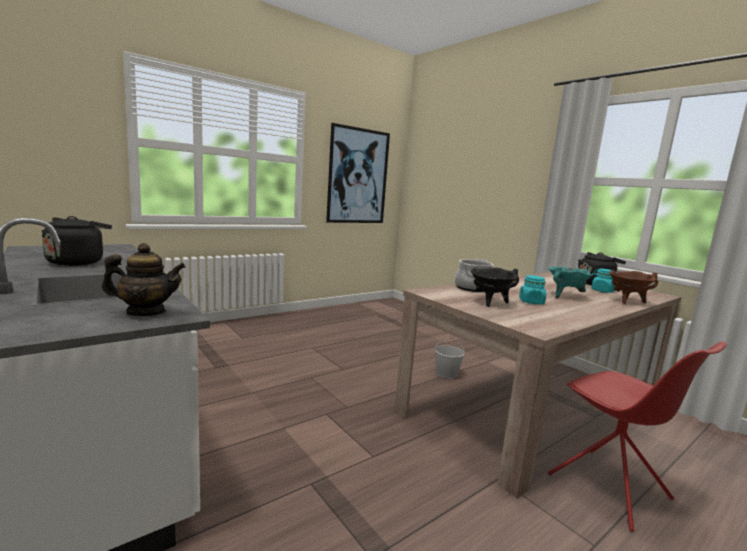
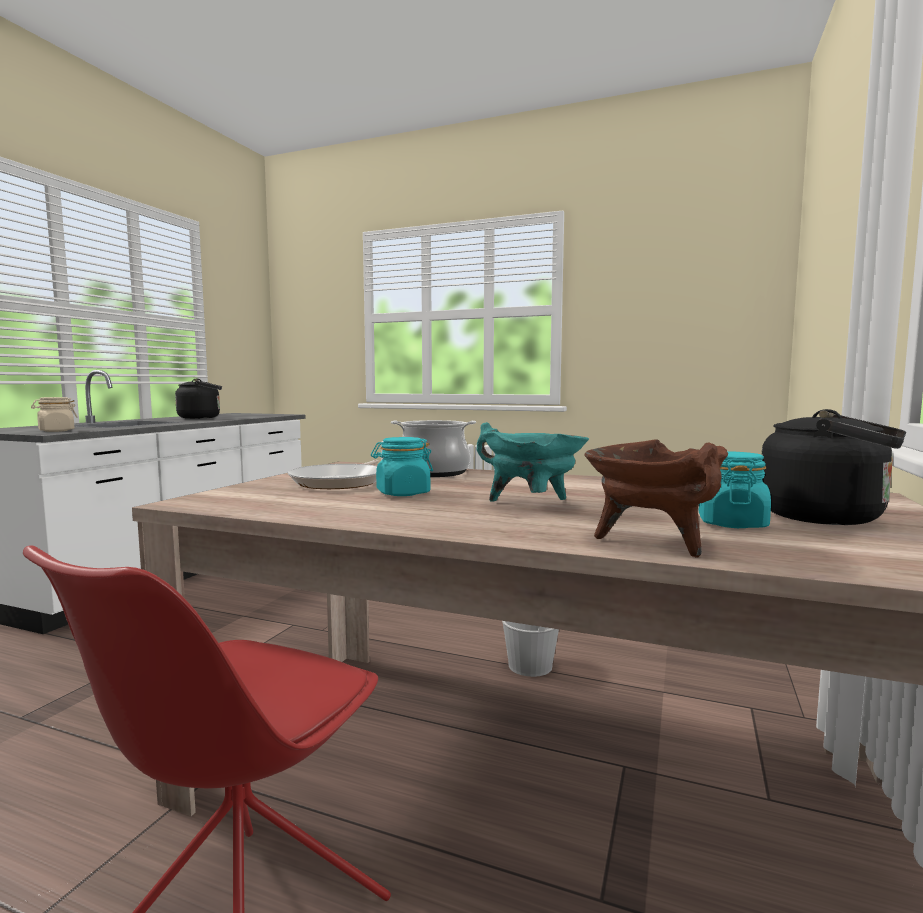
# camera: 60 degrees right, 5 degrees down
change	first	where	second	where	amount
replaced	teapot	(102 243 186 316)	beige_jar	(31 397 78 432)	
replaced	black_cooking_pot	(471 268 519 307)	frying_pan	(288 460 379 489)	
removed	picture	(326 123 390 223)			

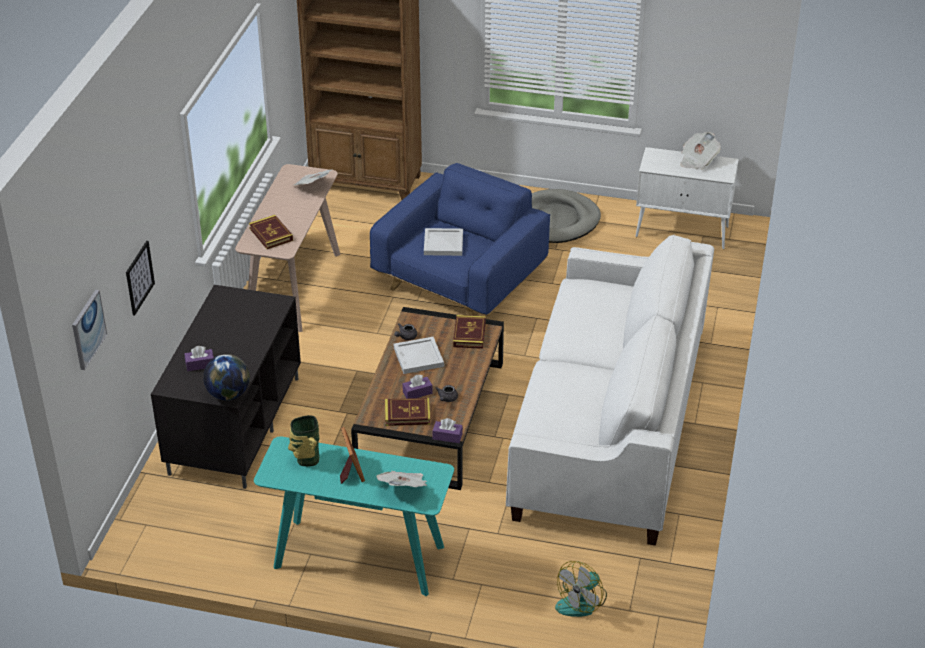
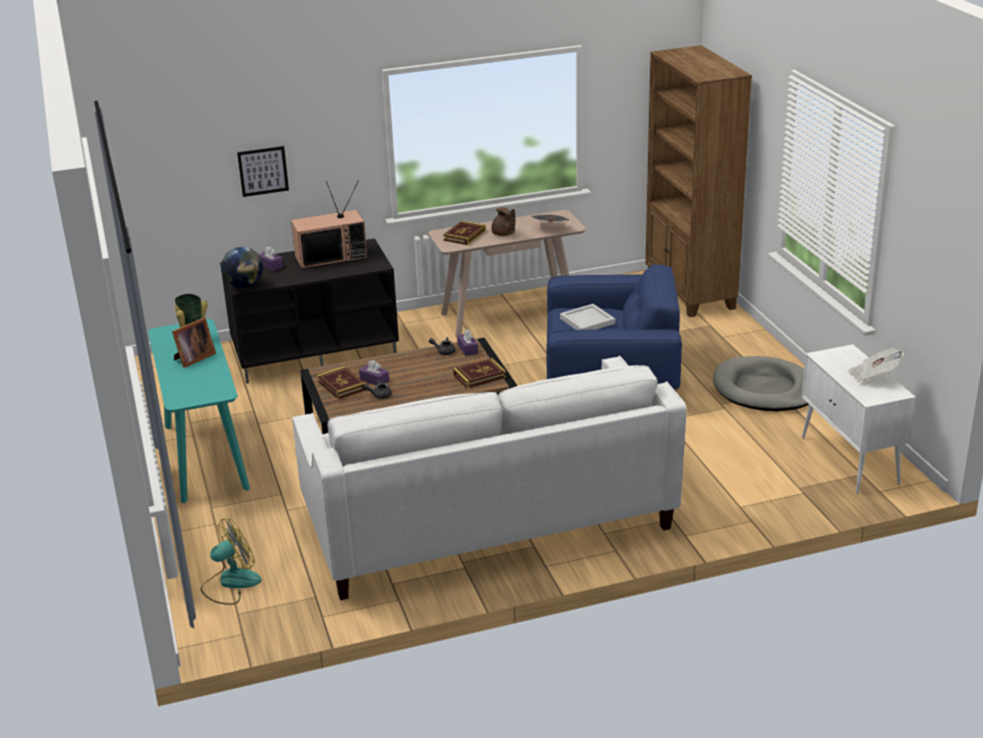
# camera: 60 degrees right, 10 degrees down
change	first	where	second	where	amount
turned	fan	(555 561 607 617)		(201 518 261 605)	135 degrees clockwise
added			television	(291 181 367 269)	
moved	purple_tissue_box	(432 418 463 443)		(457 329 478 356)	
added			brown_teapot	(491 207 516 236)	
removed	picture	(72 290 107 370)			
removed	newspaper	(377 471 427 487)			
removed	white_tray	(394 337 444 374)			

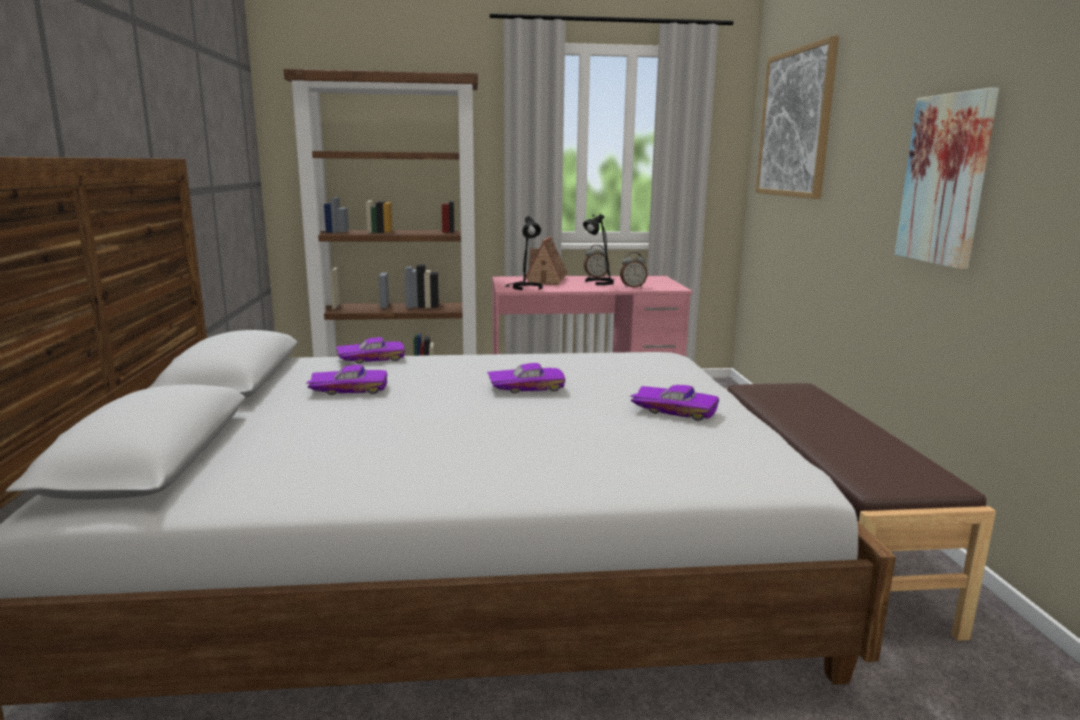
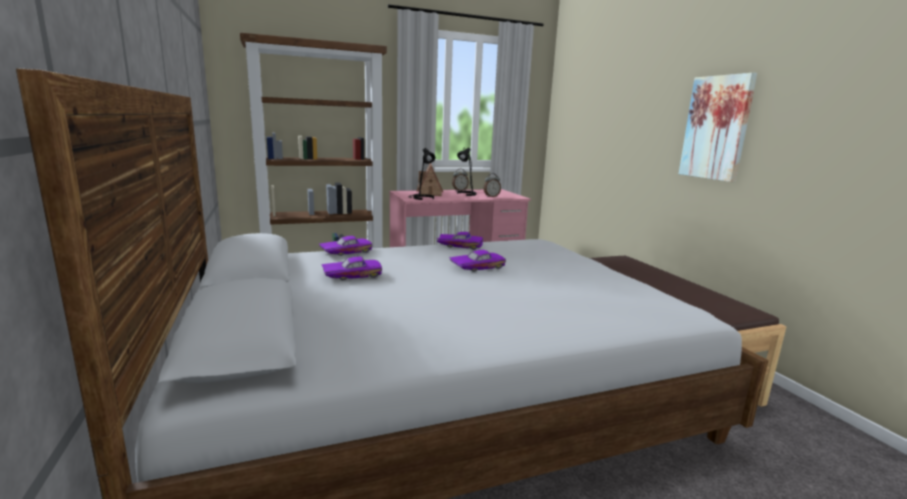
# camera: 15 degrees left, 0 degrees up
change	first	where	second	where	amount
moved	purple_toy_car	(630 385 719 421)		(437 232 483 250)	
removed	picture	(756 36 839 199)			

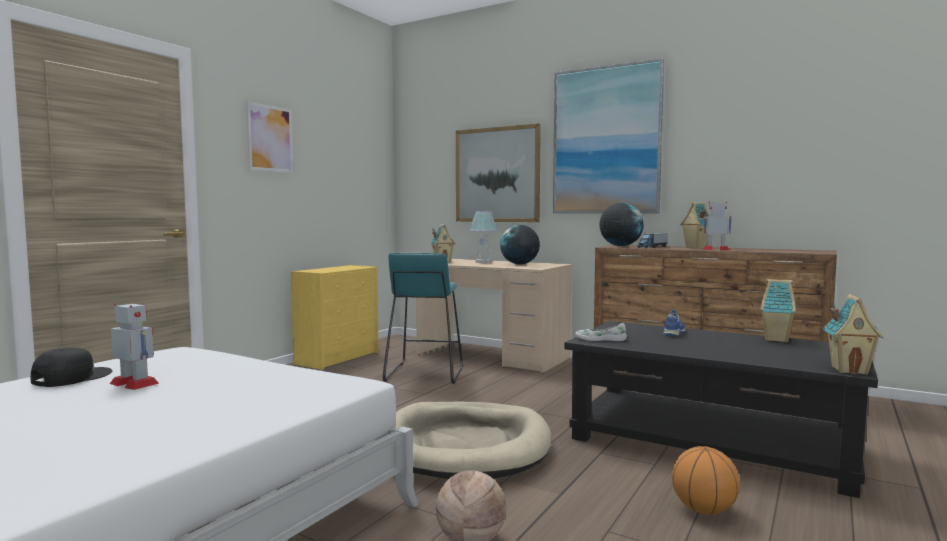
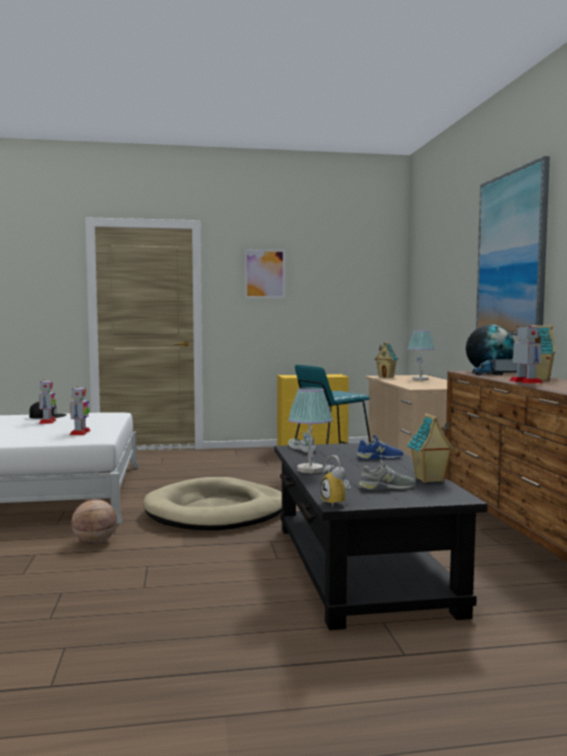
# camera: 50 degrees right, 0 degrees up
change	first	where	second	where	amount
added			toy_robot	(70 386 91 435)	
added			table_lamp	(288 387 333 473)	
replaced	toy_house	(823 294 884 375)	alarm_clock	(320 455 351 507)	
added			grey_shoe	(358 460 416 490)	
removed	picture	(456 124 541 222)			
removed	globe	(500 225 540 264)			
removed	basketball	(672 446 740 514)			

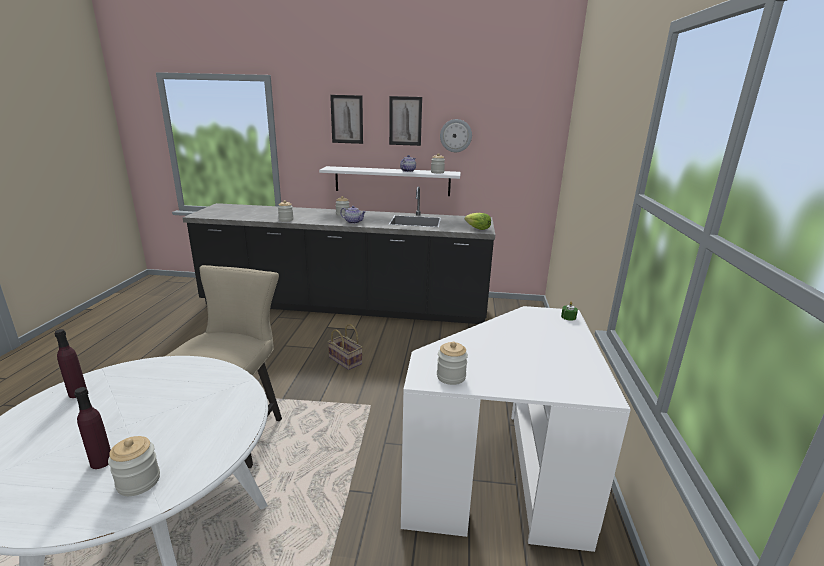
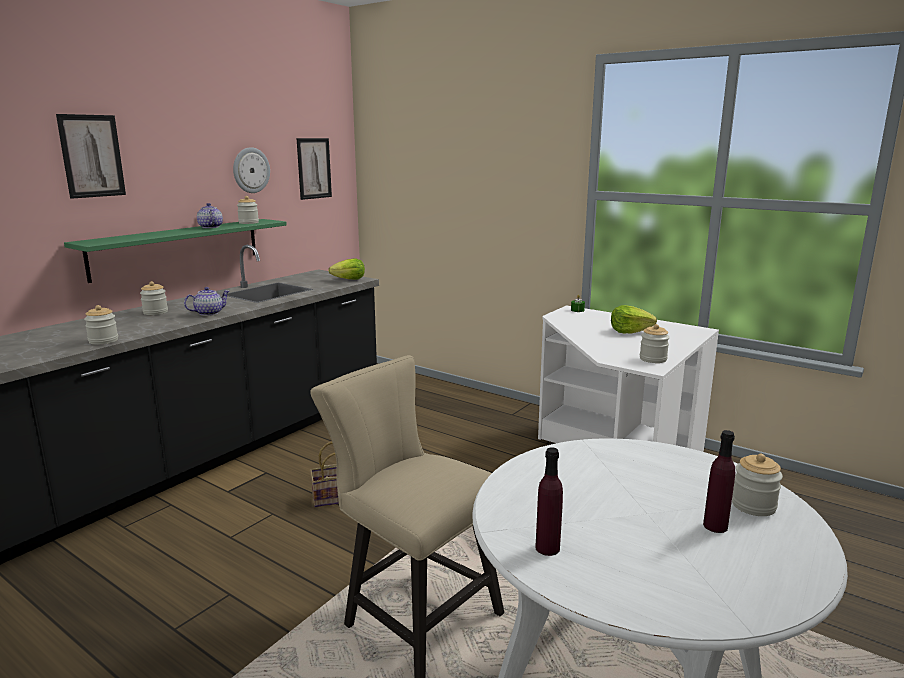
# camera: 60 degrees left, 5 degrees down
change	first	where	second	where	amount
recoloured	white_shelf	(319 166 461 196)	green_shelf	(64 219 287 283)	
moved	picture	(389 96 422 146)		(297 138 332 200)	
added			lettuce	(611 305 657 334)	

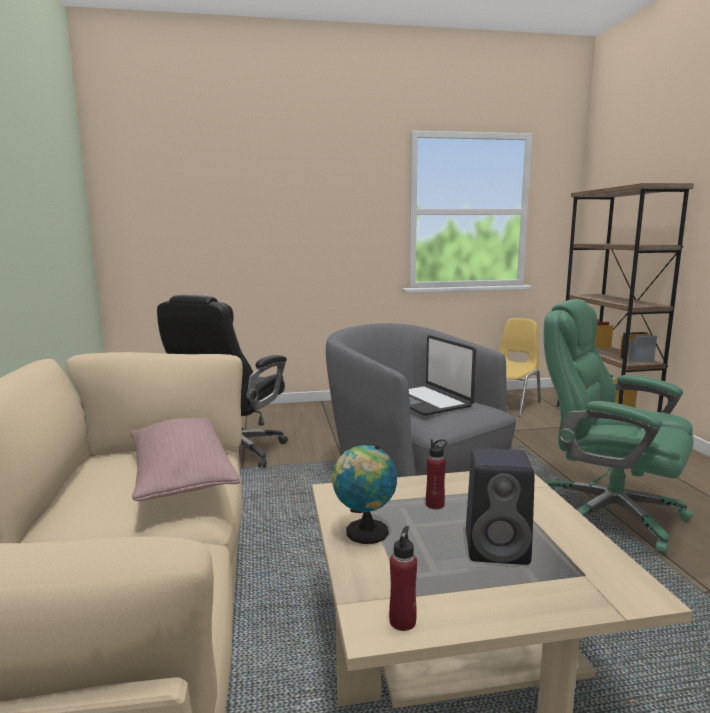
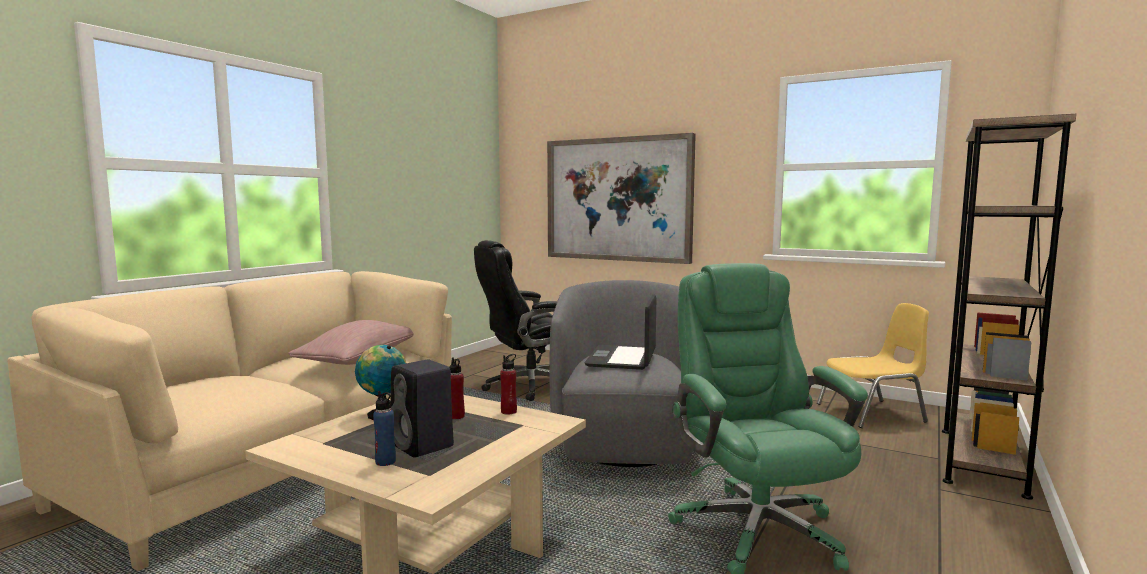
# camera: 40 degrees right, 5 degrees down
change	first	where	second	where	amount
added			blue_bottle	(373 391 396 466)	
moved	red_bottle	(389 526 417 631)		(500 354 517 415)	
added			picture	(547 133 696 264)	

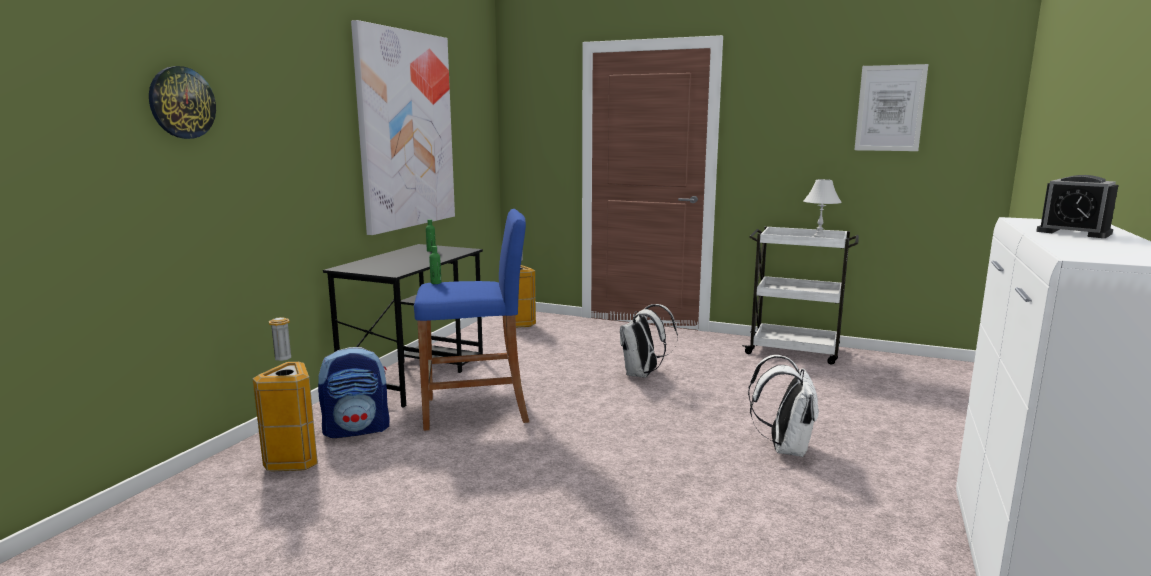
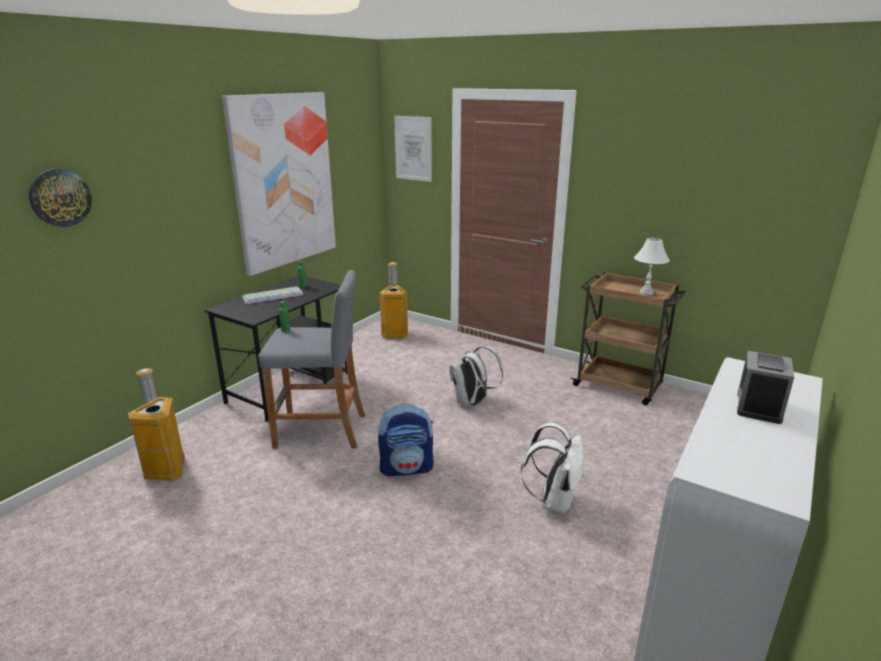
# camera: 10 degrees right, 10 degrees up
change	first	where	second	where	amount
added			keyboard	(242 286 303 304)	
recoloured	blue_stool	(414 209 529 431)	grey_stool	(258 270 365 449)	
moved	backpack	(318 347 389 438)		(378 404 434 476)	
moved	picture	(854 64 928 151)		(394 116 432 182)	
recoloured	white_cart	(742 226 859 365)	brown_cart	(571 272 686 405)	
turned	alarm_clock	(1036 175 1118 238)		(737 351 794 424)	60 degrees clockwise

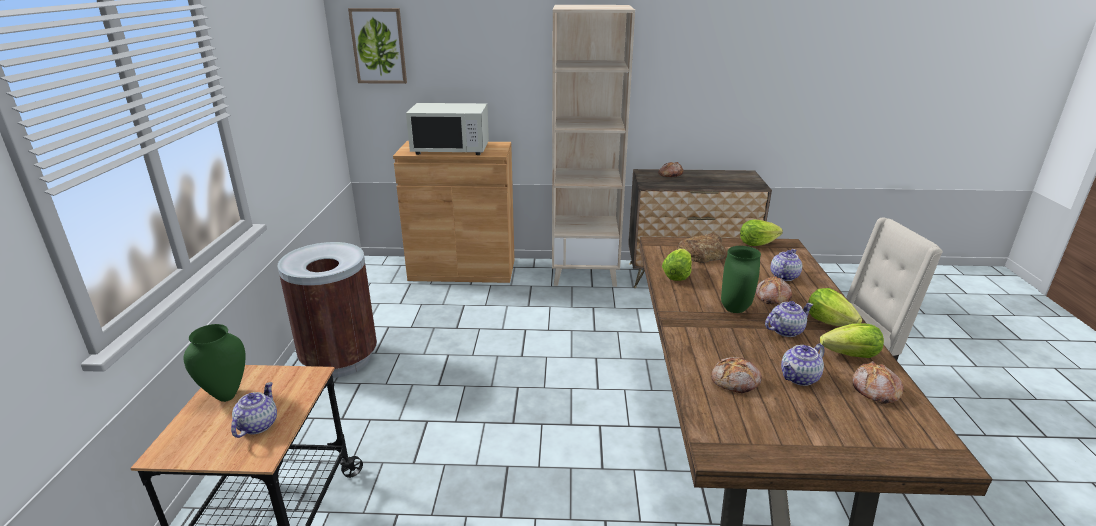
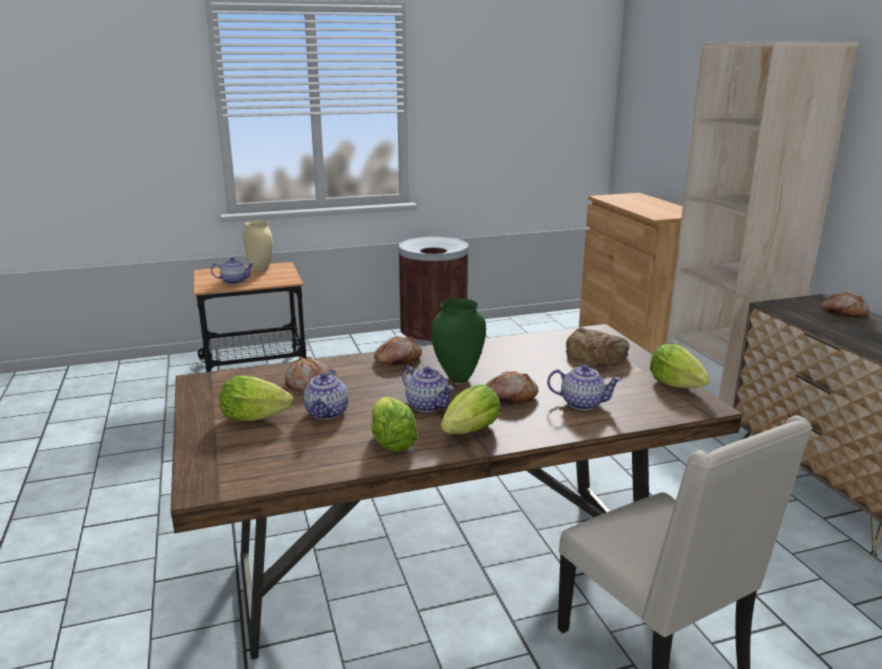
# camera: 70 degrees right, 5 degrees down
change	first	where	second	where	amount
moved	lettuce	(662 249 692 281)		(220 375 293 421)	
recoloured	green_vase	(184 324 246 402)	beige_vase	(243 220 273 272)	
turned	teapot	(781 343 825 386)		(303 369 348 419)	120 degrees counterclockwise
moved	bread	(852 361 904 404)		(374 336 422 366)	
removed	picture	(348 8 407 84)			
removed	white_microwave	(406 103 489 155)			

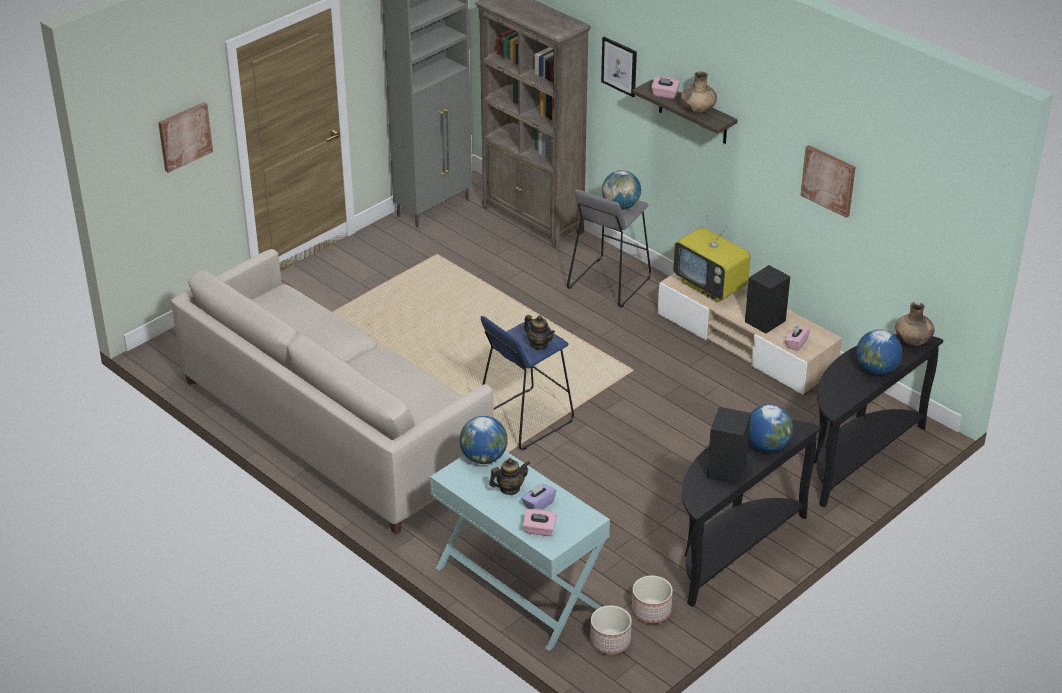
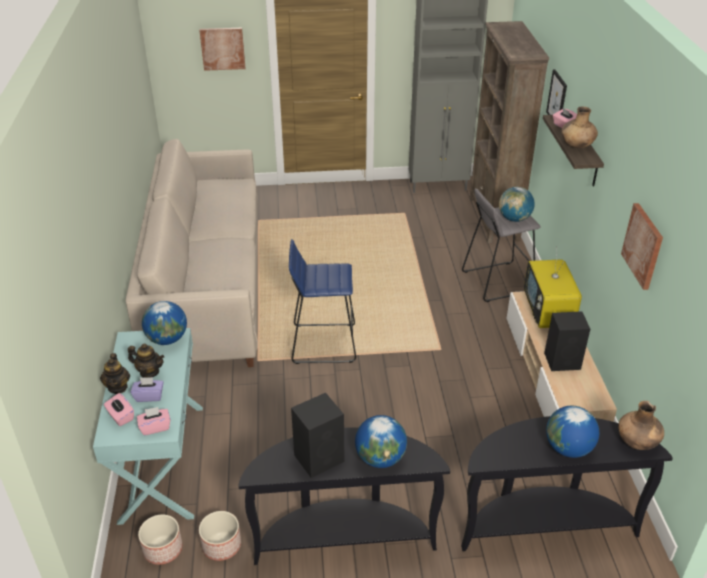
# camera: 40 degrees right, 0 degrees up
change	first	where	second	where	amount
moved	teapot	(524 315 555 350)		(100 353 130 394)	
moved	pink_tissue_box	(785 324 810 351)		(137 407 170 435)	

